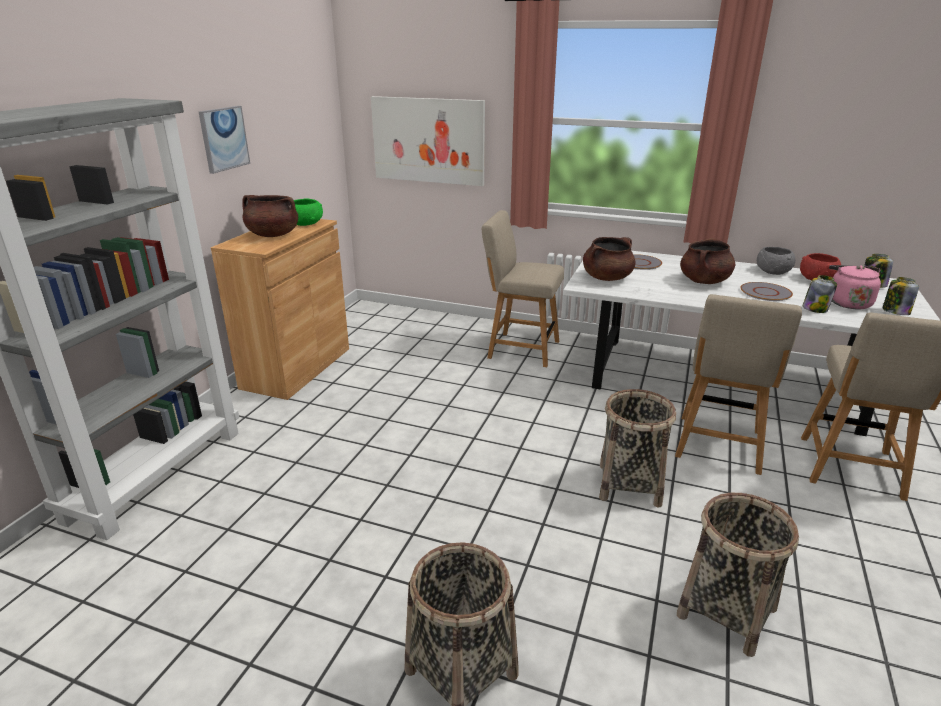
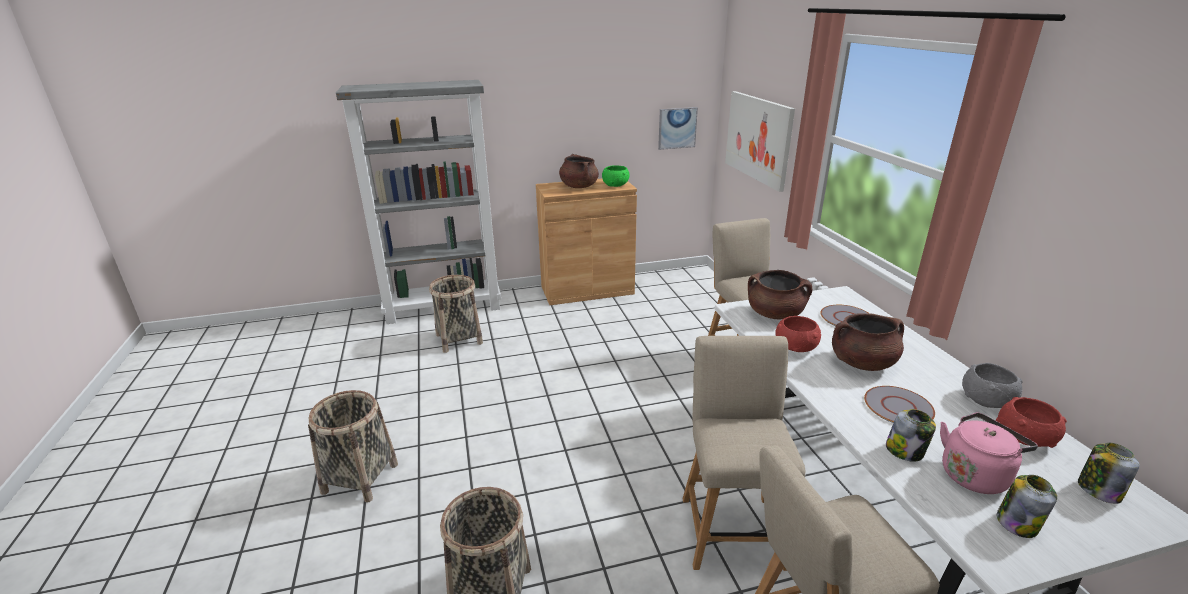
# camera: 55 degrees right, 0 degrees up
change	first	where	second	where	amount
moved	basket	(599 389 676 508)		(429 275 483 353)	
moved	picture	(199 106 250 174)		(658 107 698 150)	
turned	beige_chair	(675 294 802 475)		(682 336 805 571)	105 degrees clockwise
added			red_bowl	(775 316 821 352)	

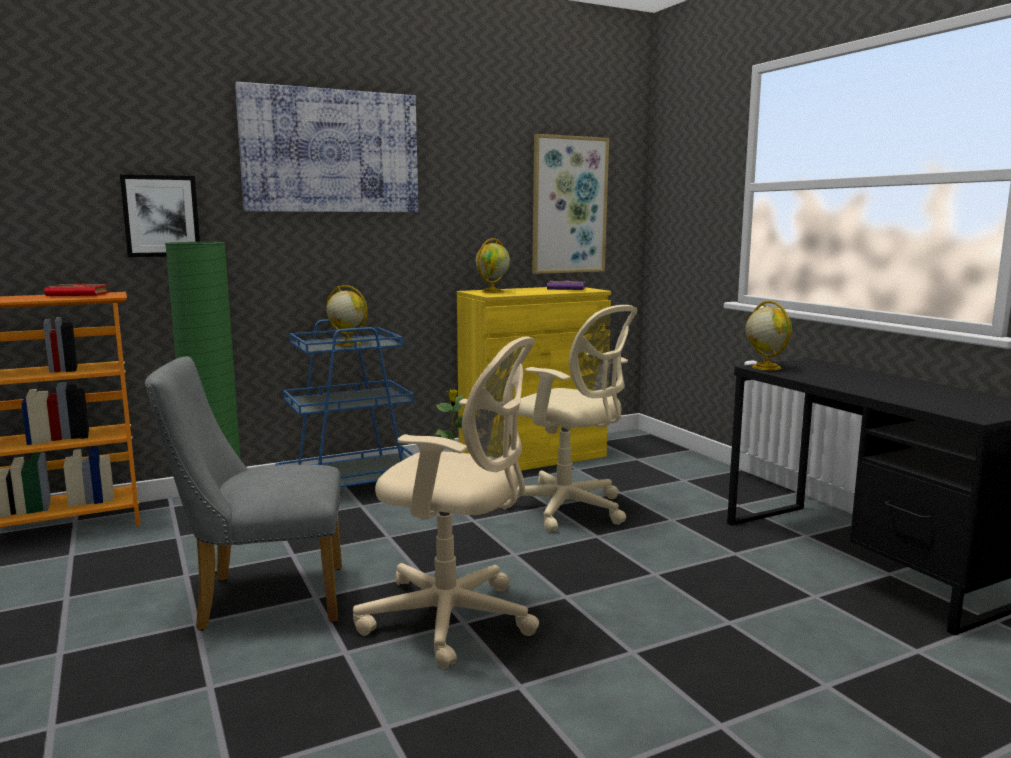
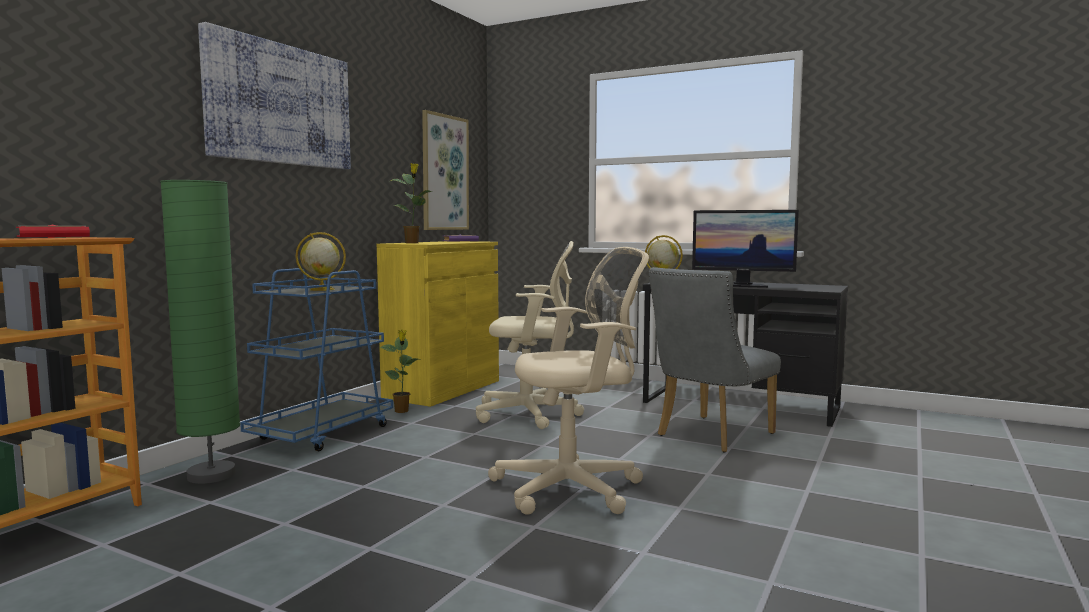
# camera: 35 degrees left, 5 degrees down
change	first	where	second	where	amount
replaced	globe	(476 238 510 293)	potted_plant	(391 163 433 243)	
moved	grey_chair	(145 356 342 631)		(649 267 781 453)	
added			monitor	(692 210 799 288)	
removed	picture	(120 174 200 257)			

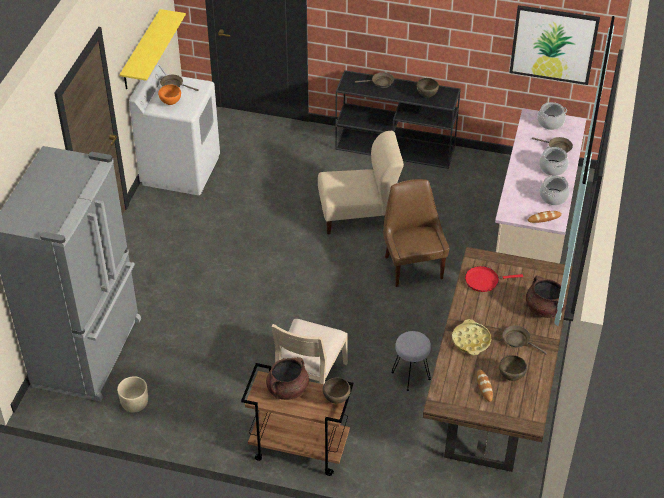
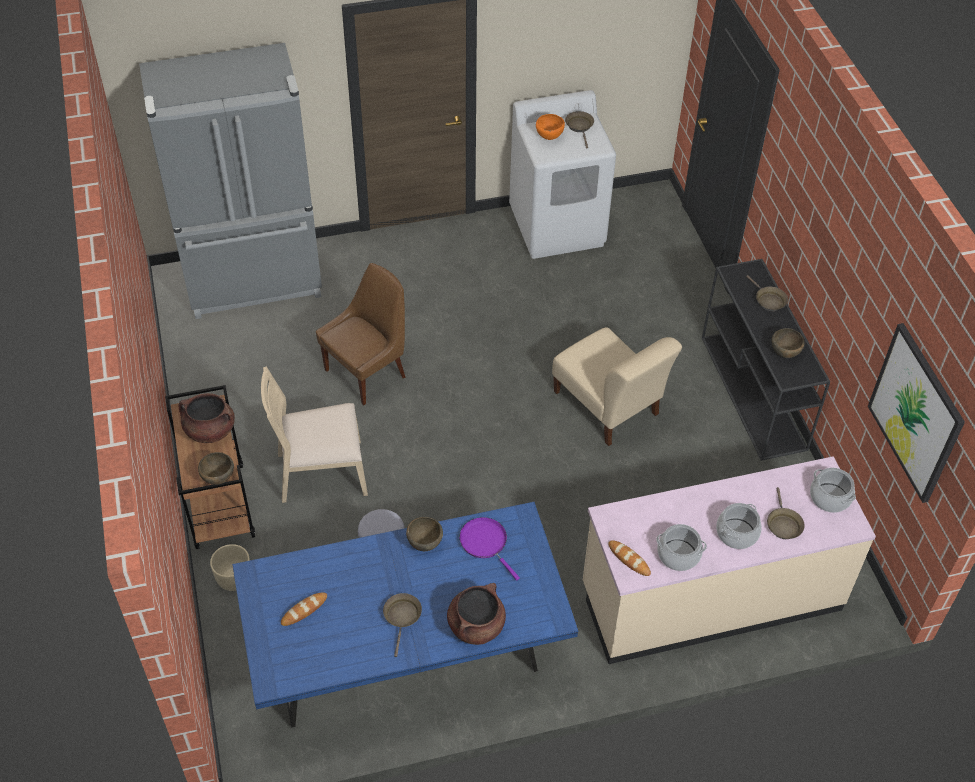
# camera: 60 degrees right, 5 degrees up
change	first	where	second	where	amount
moved	beige_planter	(117 376 148 412)		(210 544 250 591)	
recoloured	brown_dining_table	(423 247 573 472)	blue_dining_table	(232 502 578 728)	
moved	brown_chair	(383 179 449 287)		(316 263 406 405)	
moved	brown_bowl	(499 355 527 381)		(406 517 443 551)	
recoloured	red_frying_pan	(465 266 523 292)	purple_frying_pan	(459 517 520 580)	
removed	yellow_shelf	(119 9 186 89)			
removed	yellow_tray	(452 319 491 355)			

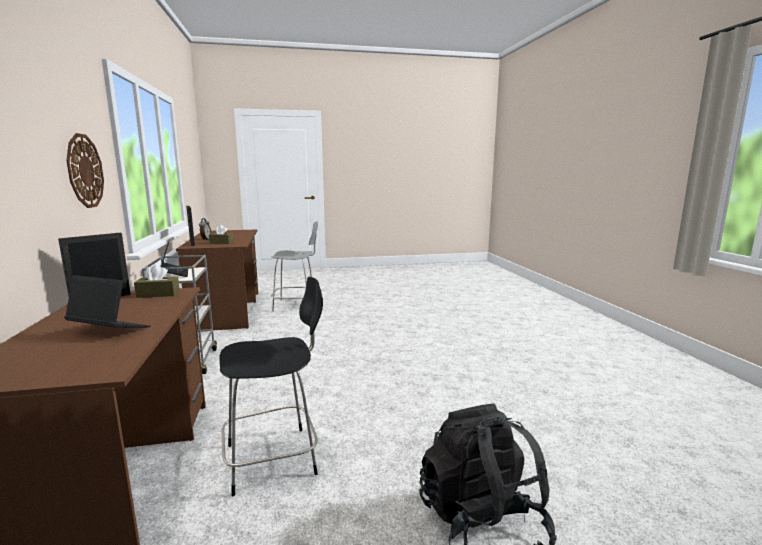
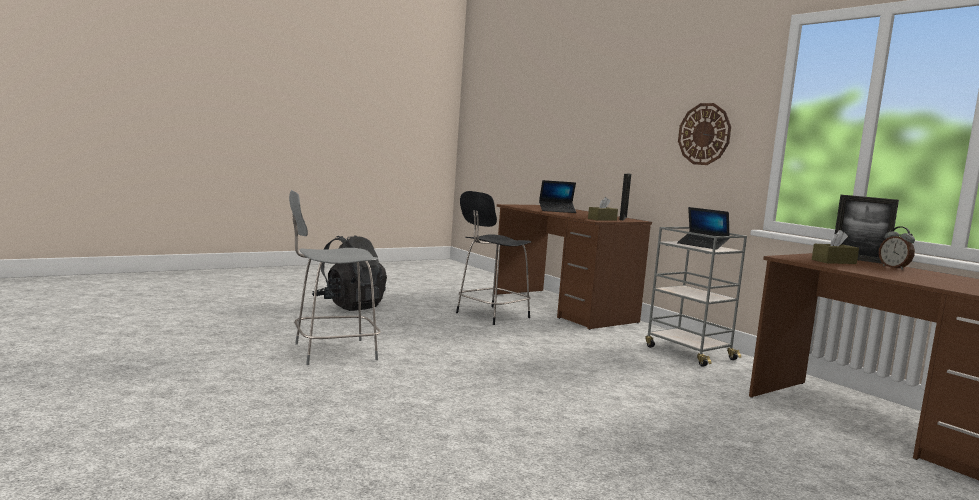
# camera: 155 degrees right, 5 degrees down
change	first	where	second	where	amount
moved	grey_chair	(271 221 318 312)		(289 190 381 365)	

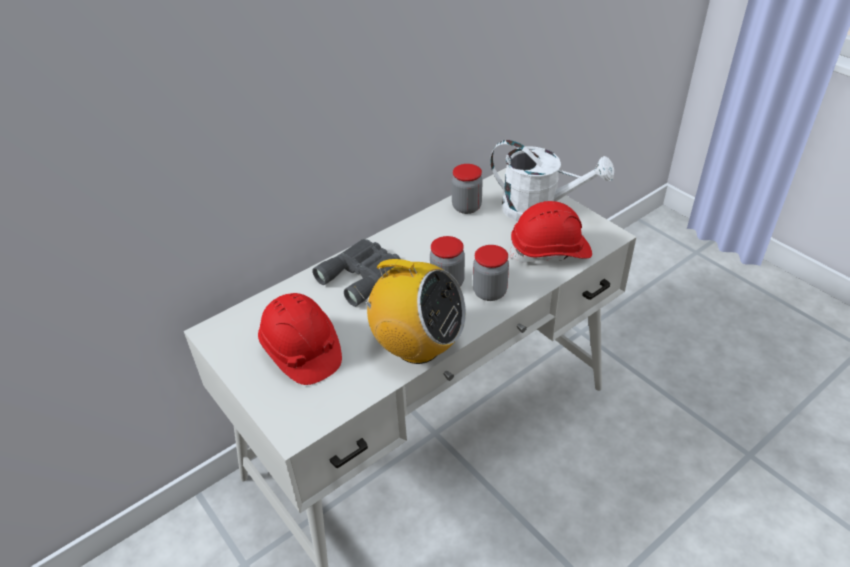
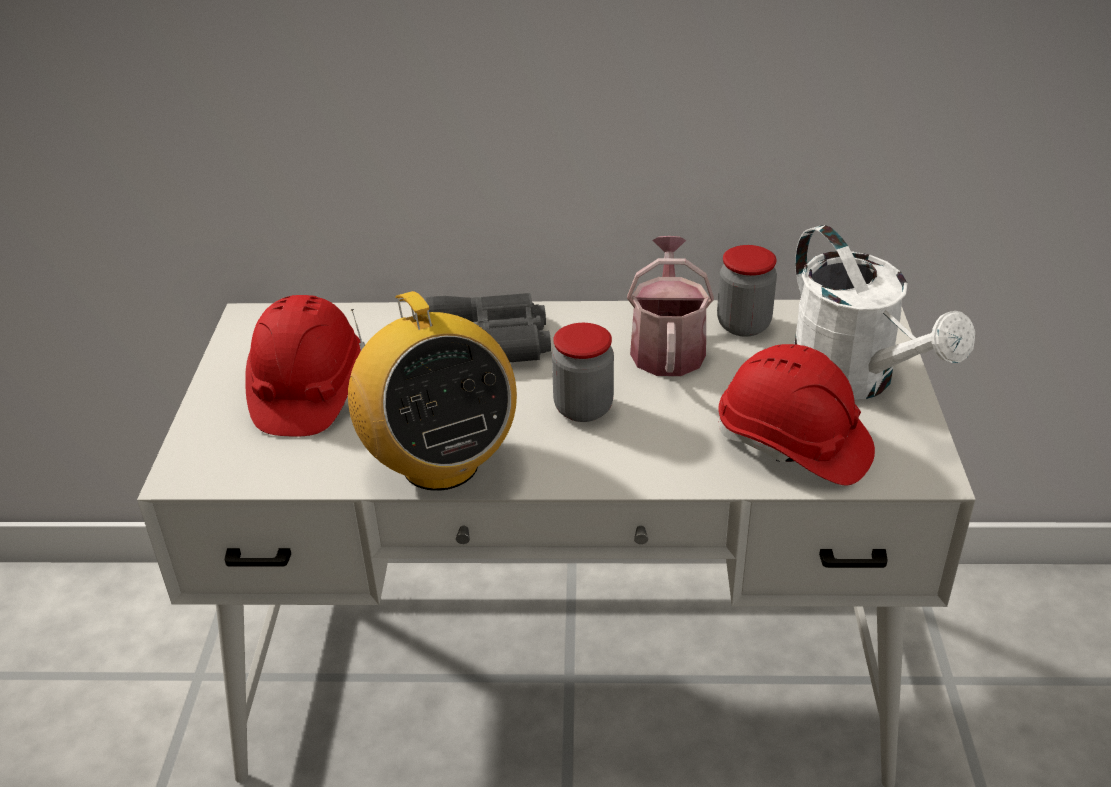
# camera: 40 degrees right, 5 degrees down
change	first	where	second	where	amount
added			watering_can	(627 236 714 376)	
removed	jar	(473 245 509 301)			

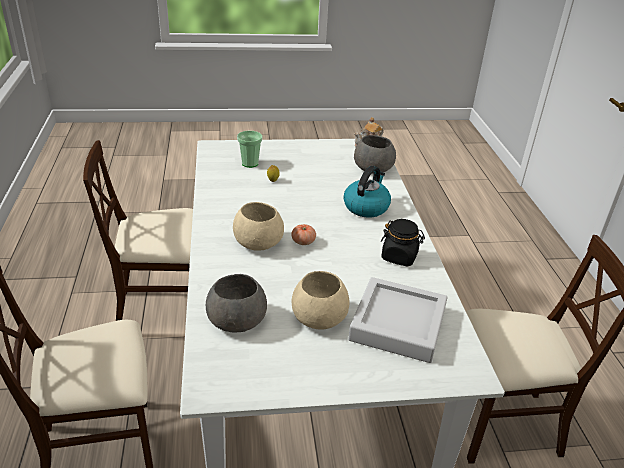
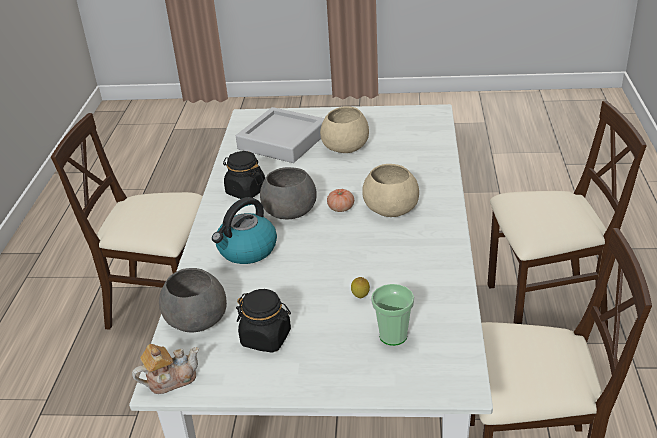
# camera: 165 degrees left, 0 degrees up
change	first	where	second	where	amount
added			black_jar	(236 289 291 353)	
moved	grey_bowl	(206 274 267 333)		(260 167 317 219)	

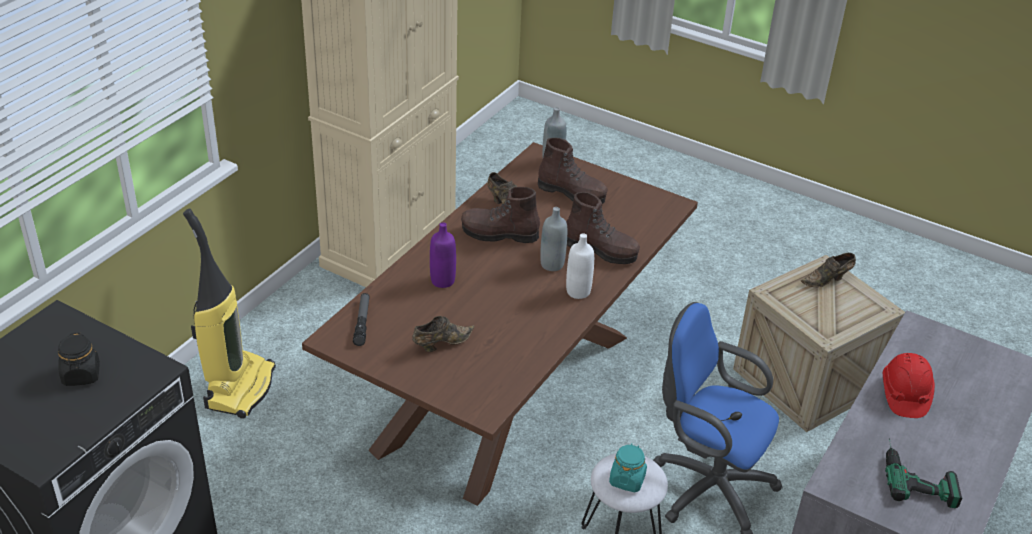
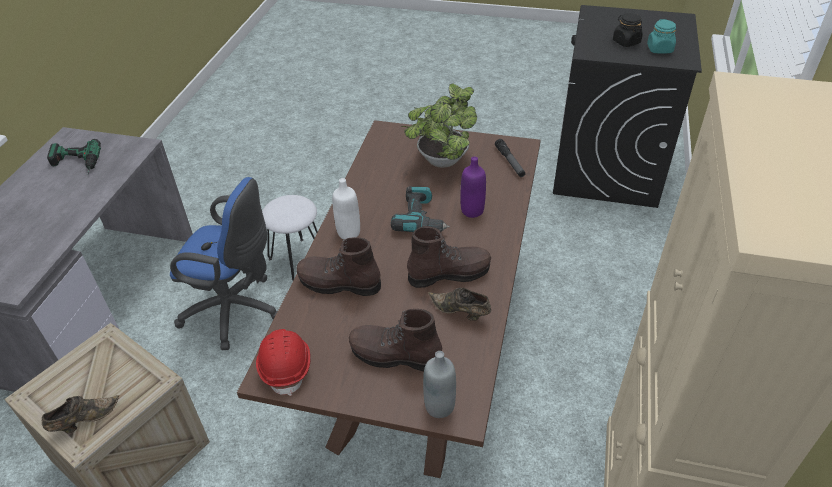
# camera: 165 degrees right, 5 degrees up
change	first	where	second	where	amount
moved	red_hard_hat	(883 353 935 418)		(256 329 311 396)	
added			power_drill	(391 186 450 232)	
replaced	brown_shoe	(412 316 475 352)	potted_plant	(401 83 477 168)	
moved	turquoise_jar	(609 443 647 492)		(647 19 676 54)	
removed	vacuum_cleaner	(183 209 276 419)			
removed	grey_bottle	(540 207 567 271)			

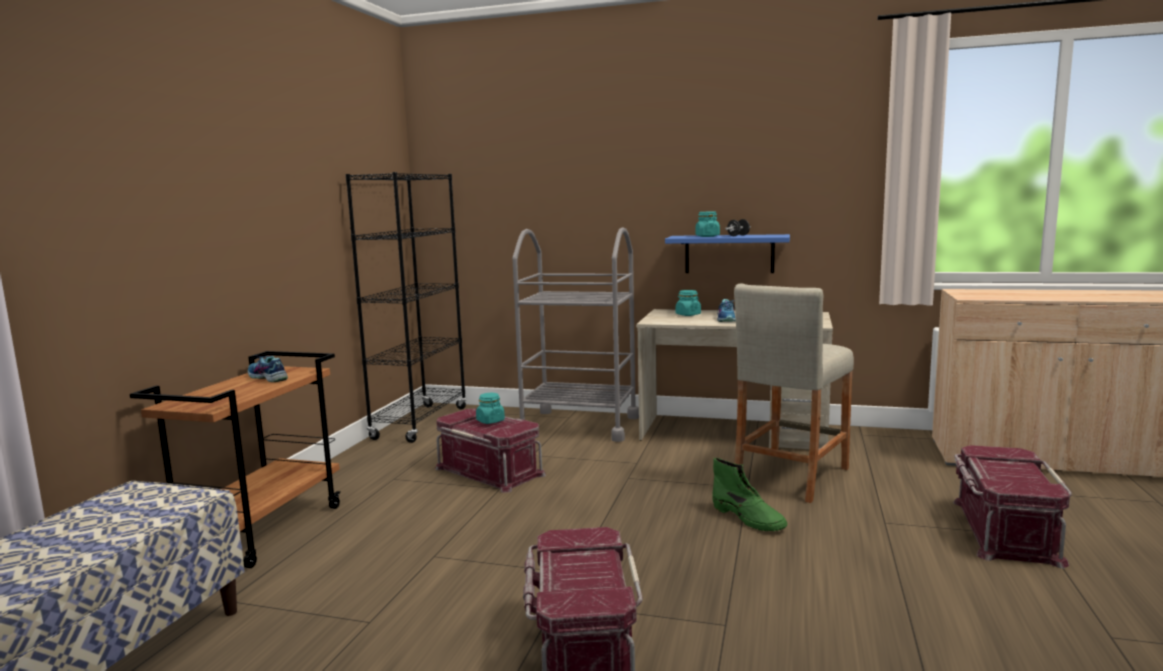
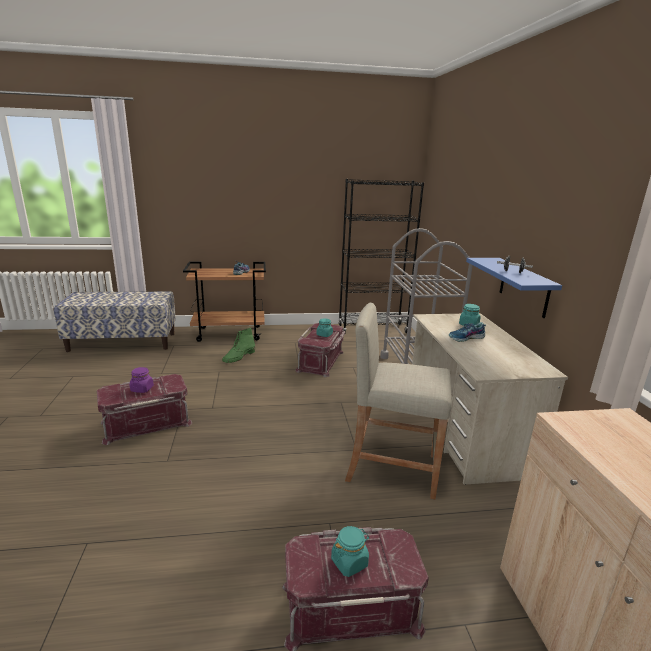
# camera: 65 degrees right, 10 degrees up
change	first	where	second	where	amount
added			purple_jar	(129 367 154 393)	
moved	green_boot	(712 458 787 531)		(222 328 255 363)	
moved	turquoise_jar	(696 211 720 237)		(331 526 369 577)	

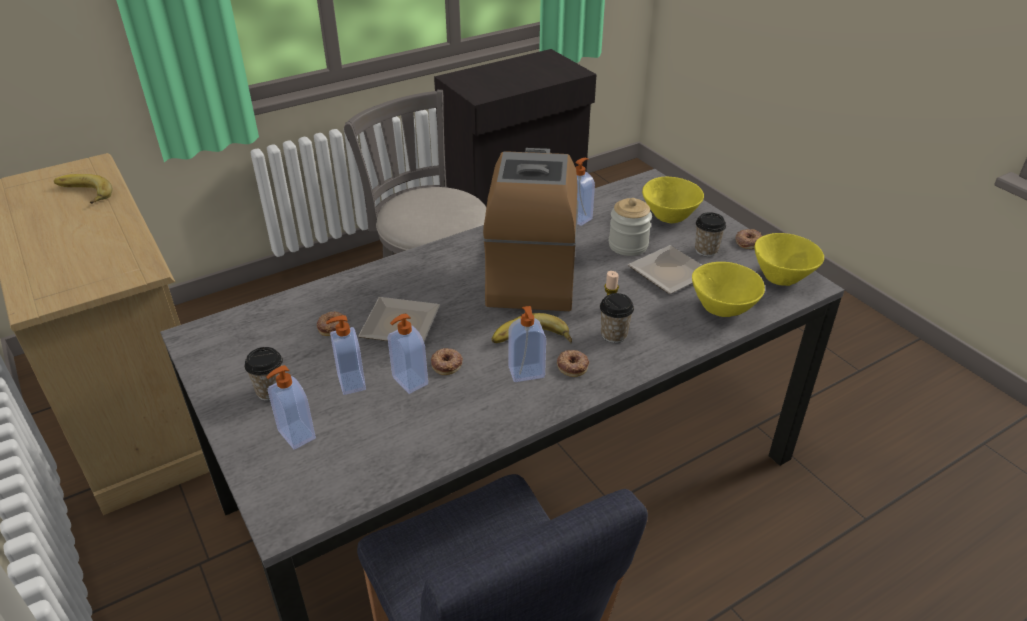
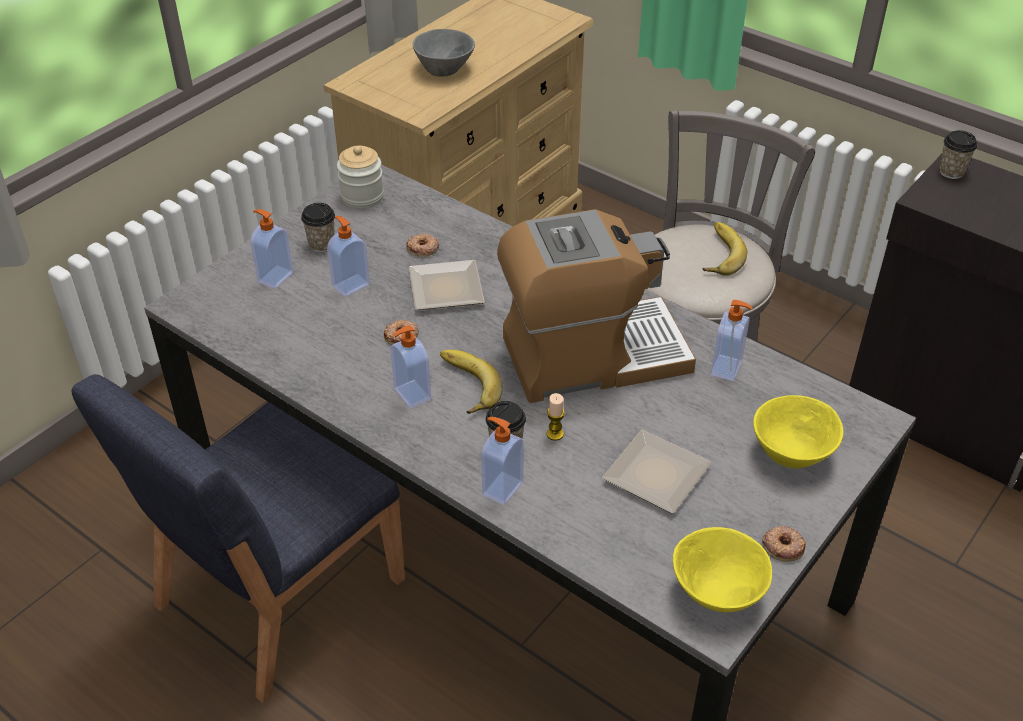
# camera: 70 degrees right, 5 degrees up
change	first	where	second	where	amount
moved	jar	(609 198 652 256)		(337 146 384 209)	
added			grey_bowl	(413 29 475 77)	
moved	soap_dispenser	(388 313 428 394)		(481 417 524 505)	
moved	banana	(54 174 112 204)		(702 222 747 276)	
moved	cup	(695 212 726 257)		(939 130 977 179)	
removed	donut	(557 350 589 377)			
removed	yellow_bowl	(692 262 765 317)			

